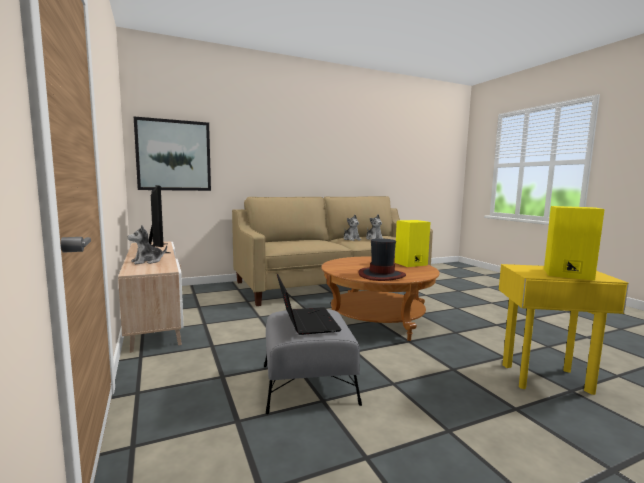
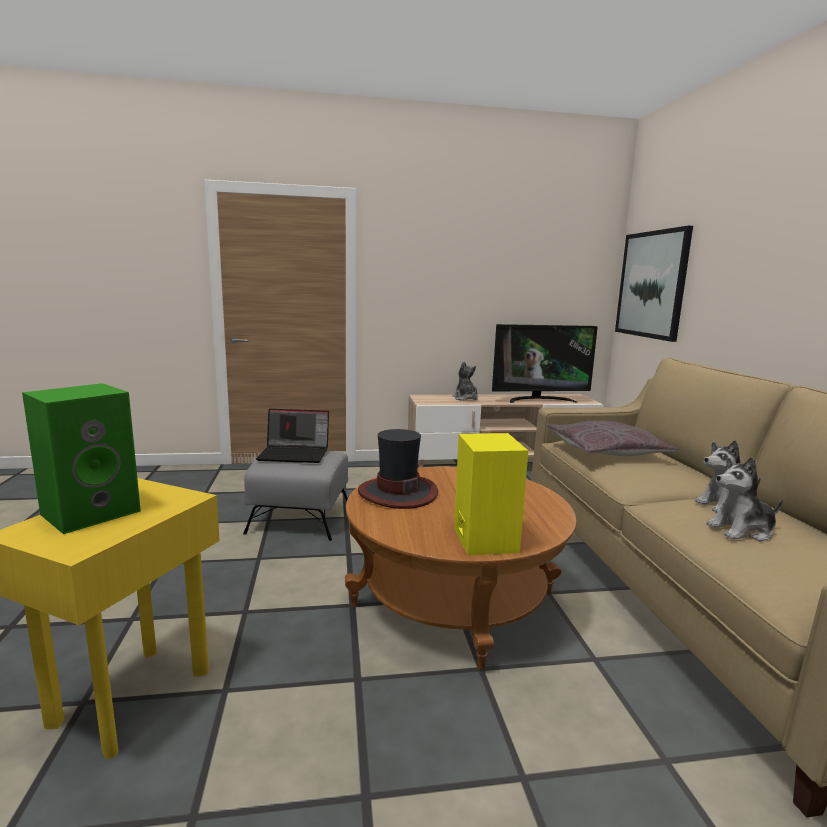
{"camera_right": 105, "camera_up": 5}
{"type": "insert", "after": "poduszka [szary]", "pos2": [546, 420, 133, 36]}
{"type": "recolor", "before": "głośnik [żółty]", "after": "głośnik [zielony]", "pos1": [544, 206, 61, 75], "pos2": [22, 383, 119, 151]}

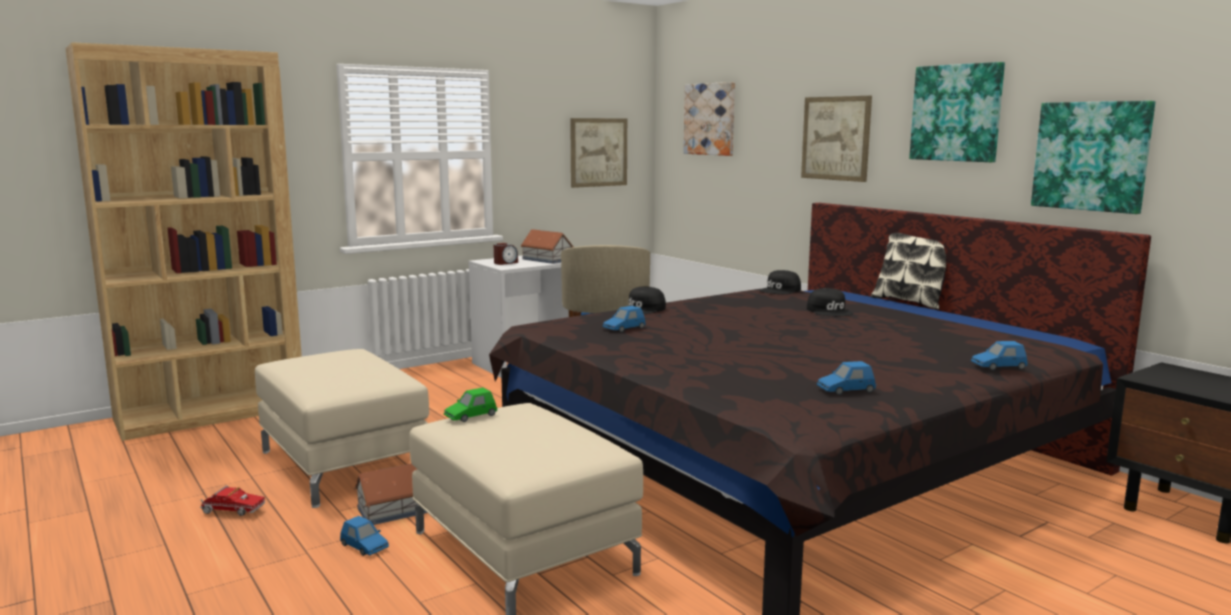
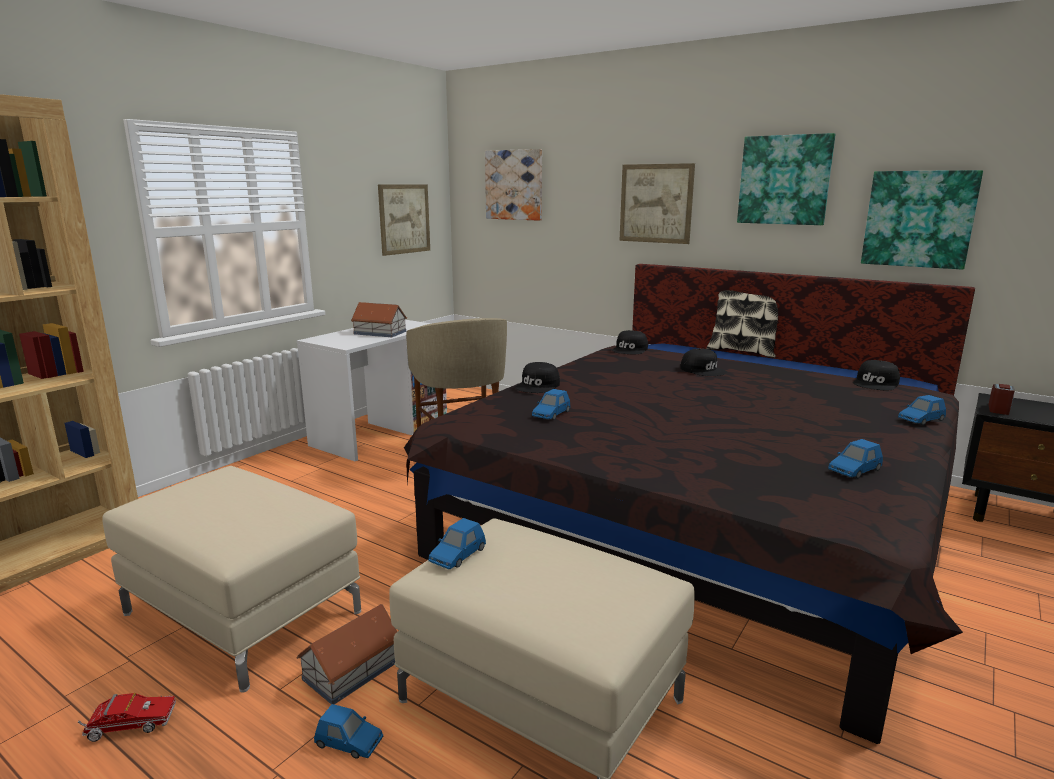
{"camera_right": -20, "camera_up": 5}
{"type": "insert", "after": "czapka z daszkiem [czarny]", "pos2": [853, 360, 47, 30]}
{"type": "move", "before": "budzik", "pos1": [494, 243, 24, 22], "pos2": [988, 384, 27, 31]}
{"type": "recolor", "before": "samochodzik [zielony]", "after": "samochodzik [niebieski]", "pos1": [444, 388, 53, 34], "pos2": [429, 518, 57, 51]}

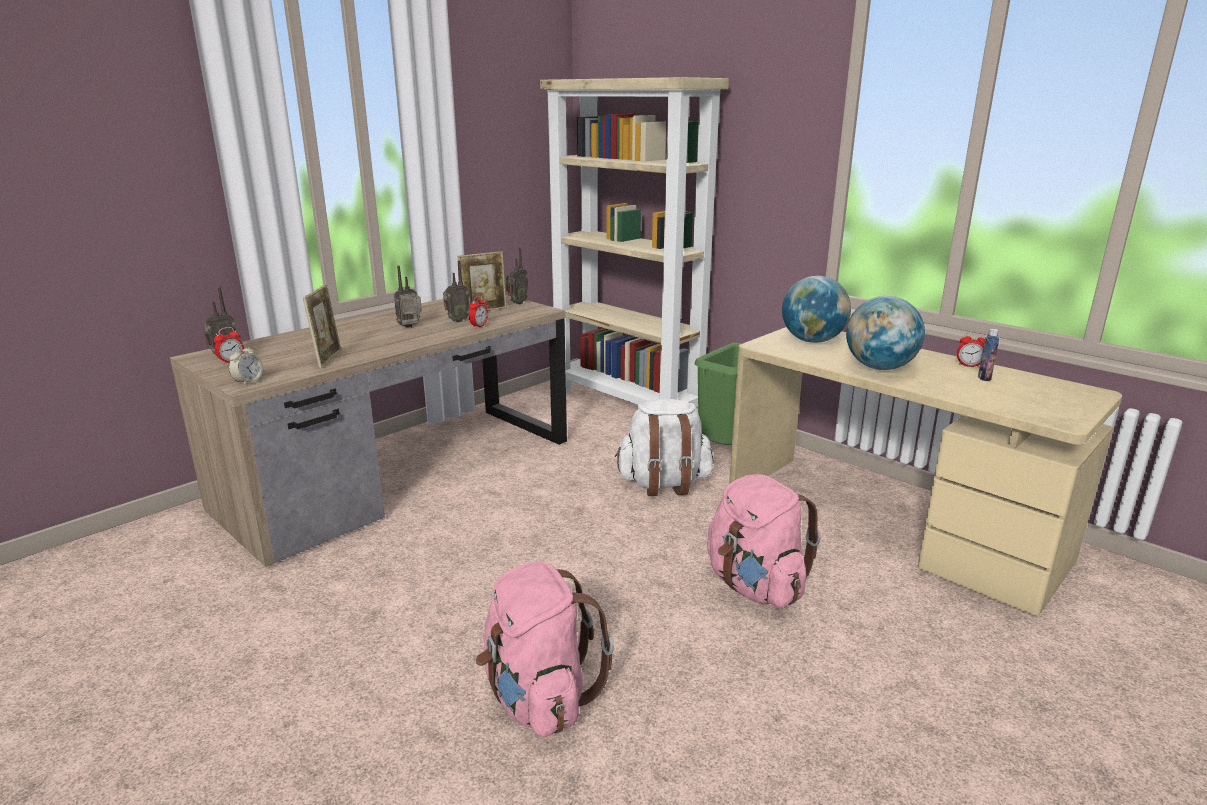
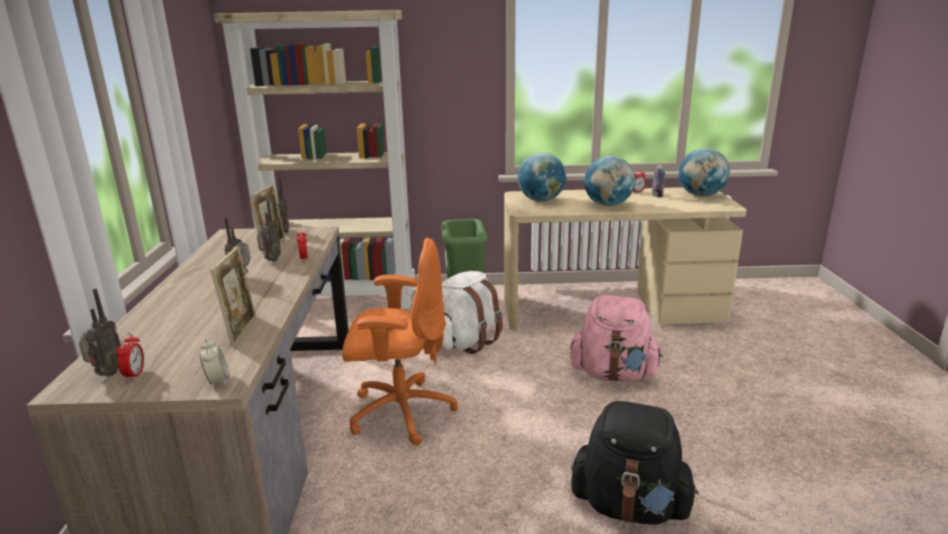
{"camera_right": -45, "camera_up": 0}
{"type": "insert", "after": "krzesło biurowe [pomarańczowy]", "pos2": [342, 238, 116, 208]}
{"type": "insert", "after": "globus", "pos2": [679, 148, 51, 49]}
{"type": "recolor", "before": "plecak [różowy]", "after": "plecak [czarny]", "pos1": [476, 562, 138, 175], "pos2": [571, 401, 128, 124]}
{"type": "rotate", "before": "ramka na zdjęcie", "pos1": [303, 284, 38, 85], "pos2": [211, 246, 45, 100], "turn": 45}

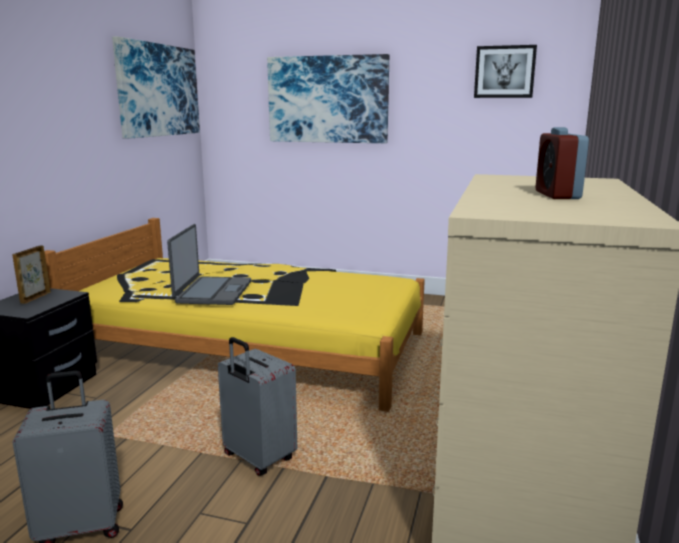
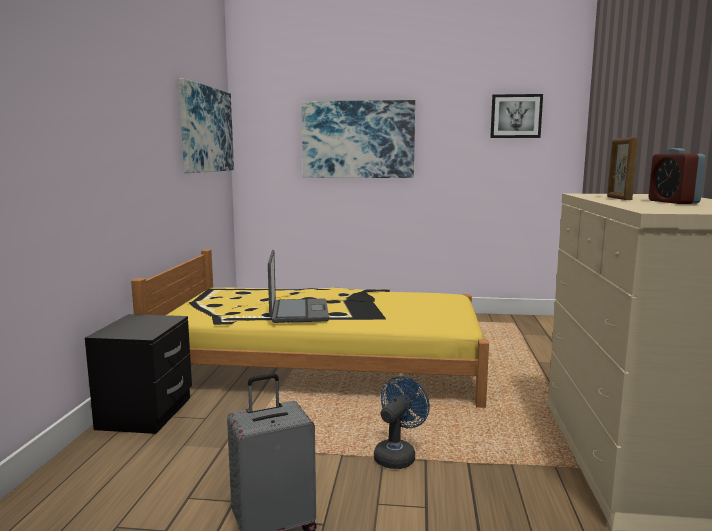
{"camera_right": -10, "camera_up": -5}
{"type": "move", "before": "ramka na zdjęcie", "pos1": [12, 245, 39, 59], "pos2": [607, 137, 31, 63]}
{"type": "replace", "before": "walizka [szary]", "after": "wentylator [niebieski]", "pos1": [218, 337, 79, 139], "pos2": [374, 376, 56, 93]}

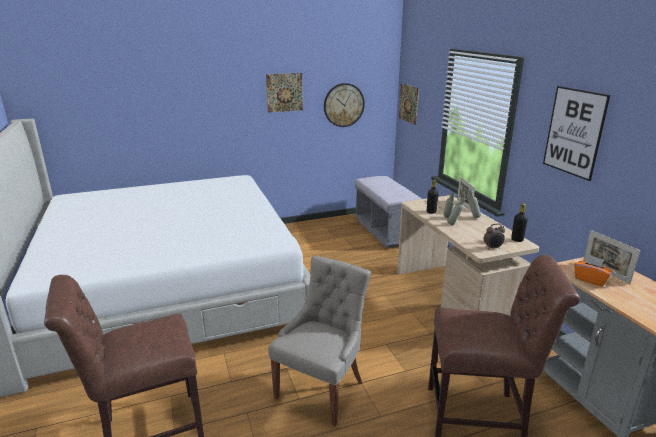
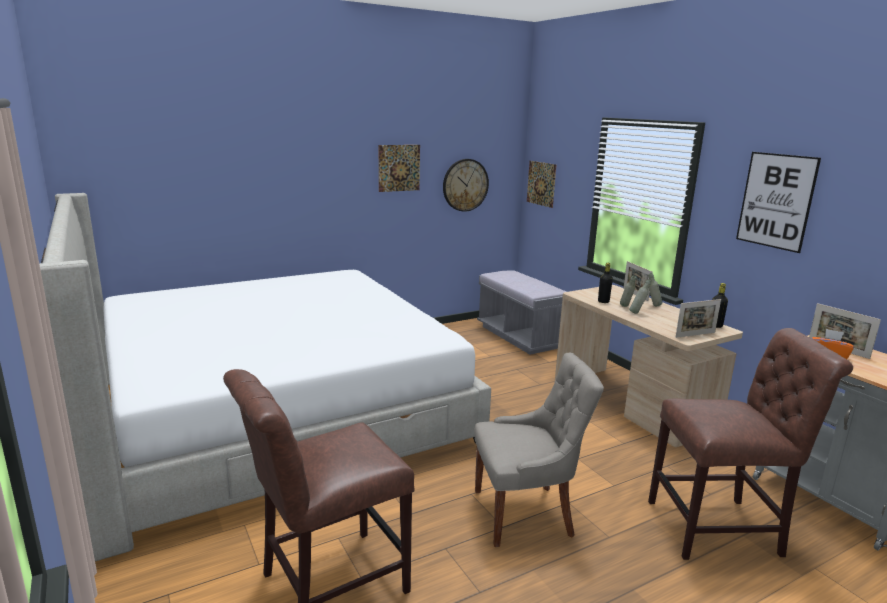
{"camera_right": -10, "camera_up": -5}
{"type": "replace", "before": "budzik", "after": "ramka na zdjęcie", "pos1": [484, 224, 21, 26], "pos2": [676, 299, 45, 39]}
{"type": "rotate", "before": "krzesło [szary]", "pos1": [268, 256, 103, 170], "pos2": [474, 353, 130, 194], "turn": 60}

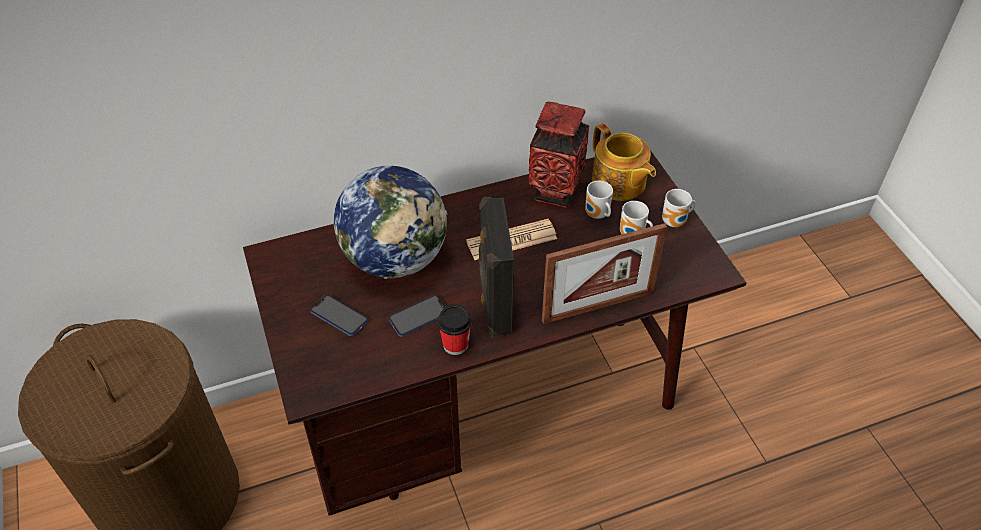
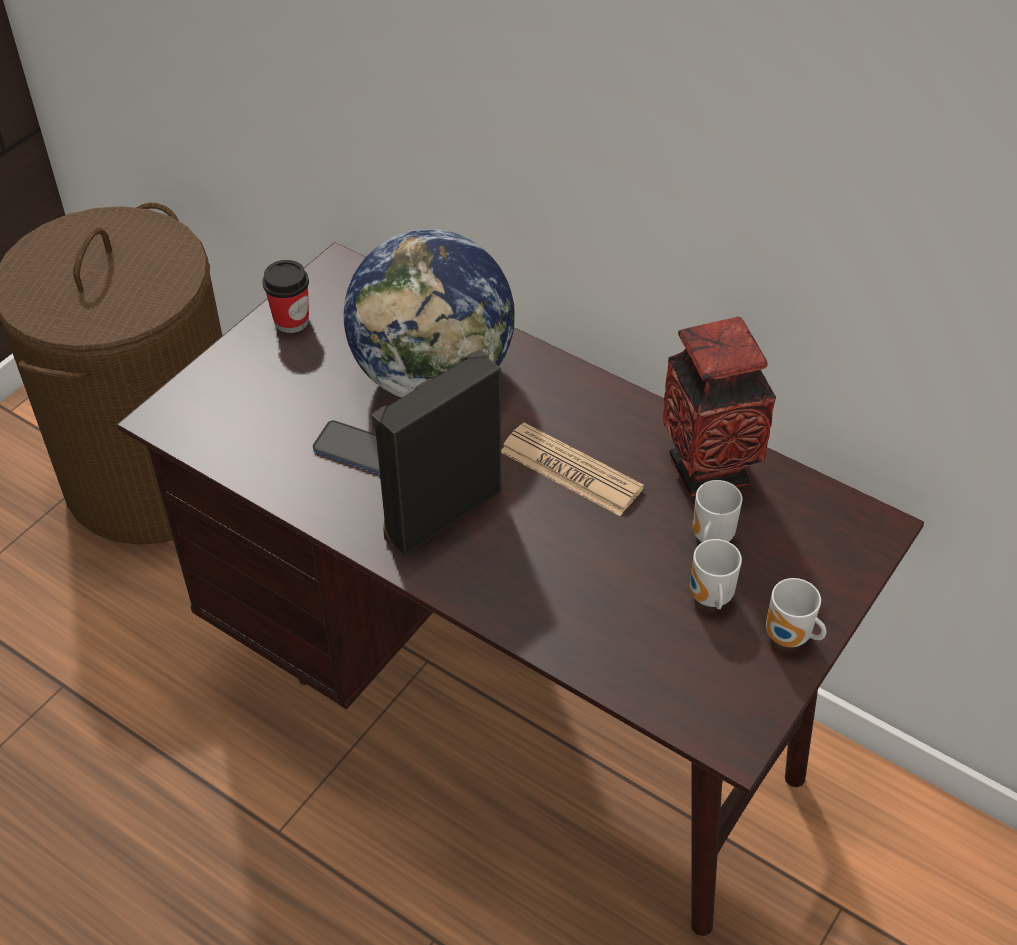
{"camera_right": 55, "camera_up": 0}
{"type": "delete", "before": "telefon", "pos1": [310, 295, 58, 41]}
{"type": "delete", "before": "ramka na zdjęcie", "pos1": [542, 223, 125, 101]}
{"type": "delete", "before": "imbryk", "pos1": [592, 123, 64, 78]}
{"type": "move", "before": "filiżanka", "pos1": [438, 304, 34, 51], "pos2": [262, 260, 47, 73]}

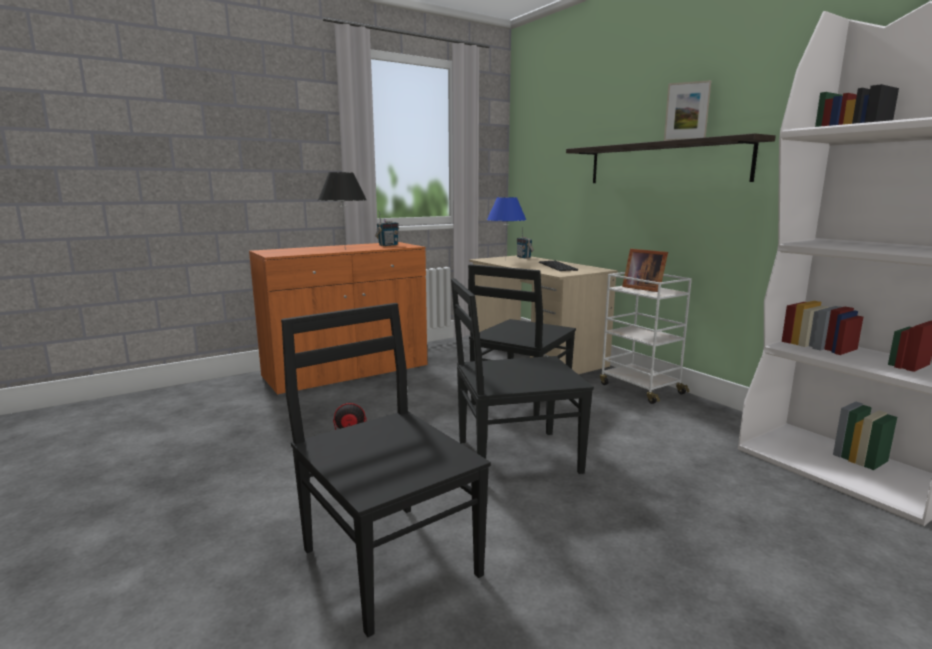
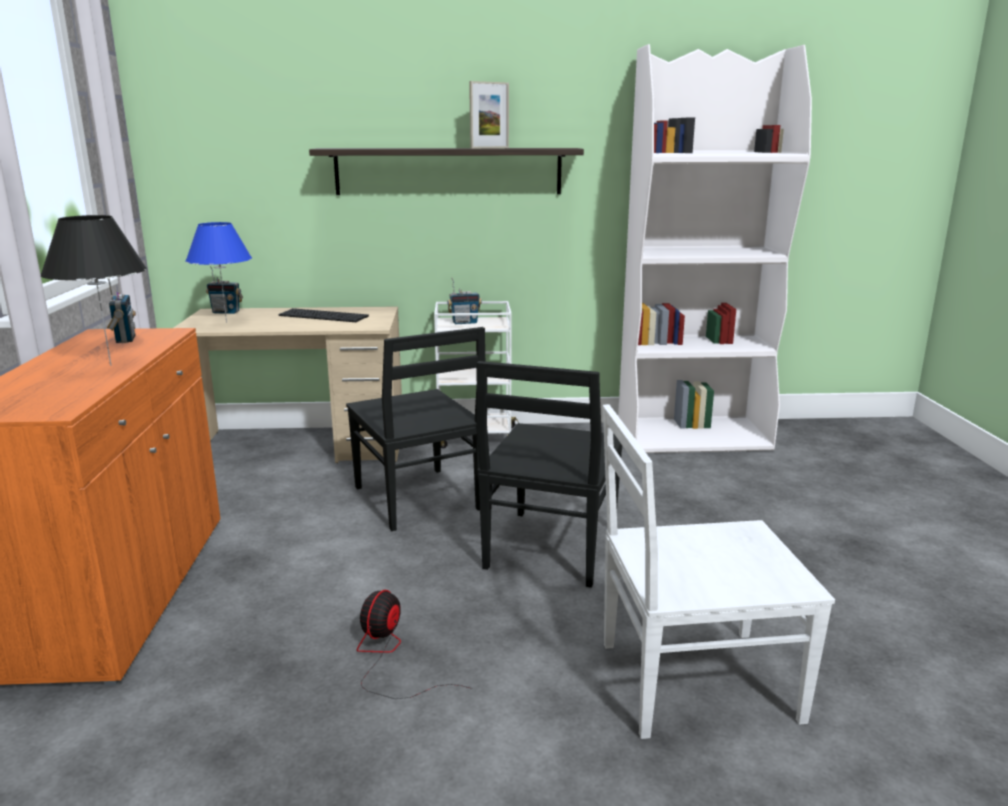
{"camera_right": -60, "camera_up": 5}
{"type": "replace", "before": "ramka na zdjęcie", "after": "radio", "pos1": [622, 249, 46, 43], "pos2": [447, 278, 35, 46]}
{"type": "recolor", "before": "krzesło [czarny]", "after": "krzesło [biały]", "pos1": [281, 303, 210, 334], "pos2": [603, 404, 232, 335]}

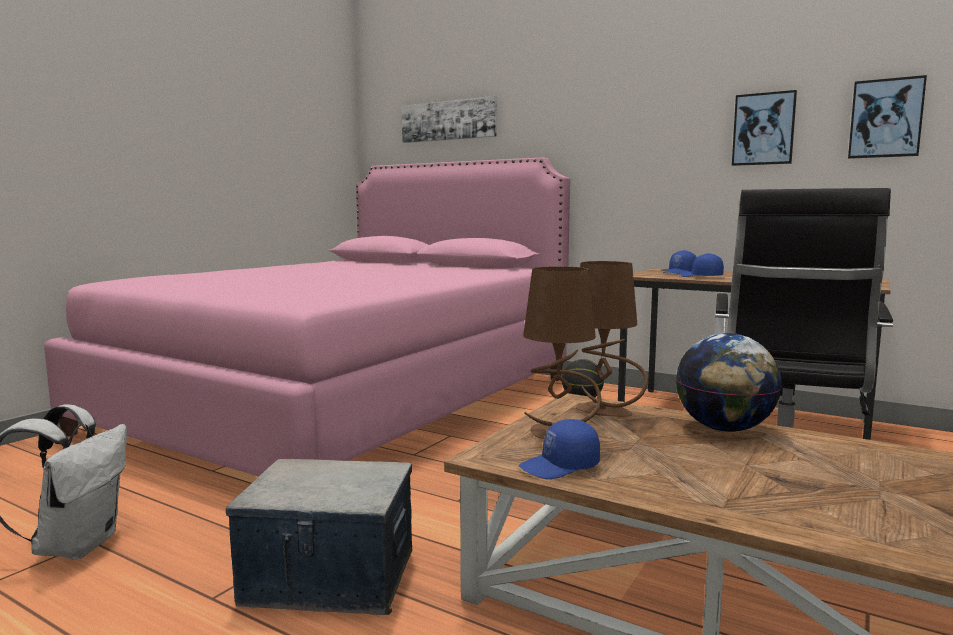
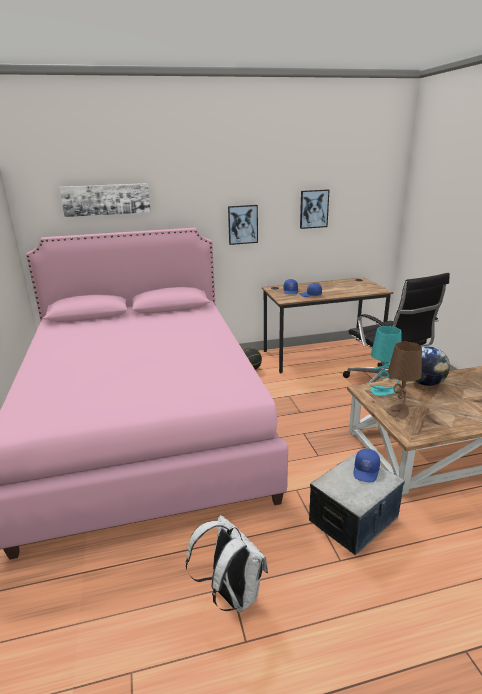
{"camera_right": -45, "camera_up": 15}
{"type": "move", "before": "czapka z daszkiem [niebieski]", "pos1": [519, 419, 81, 60], "pos2": [354, 449, 26, 33]}
{"type": "move", "before": "obraz", "pos1": [848, 75, 79, 84], "pos2": [228, 205, 30, 40]}
{"type": "recolor", "before": "lampa stołowa [brązowy]", "after": "lampa stołowa [turkusowy]", "pos1": [576, 261, 72, 156], "pos2": [369, 326, 32, 70]}

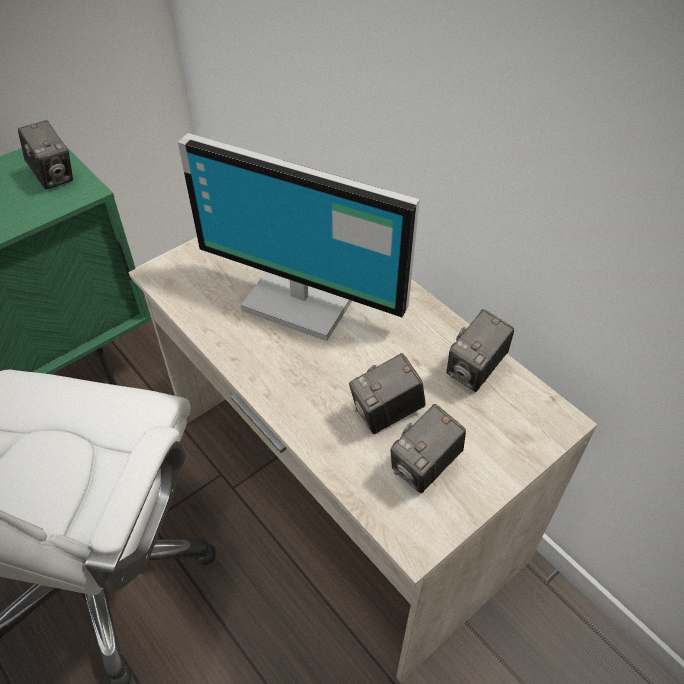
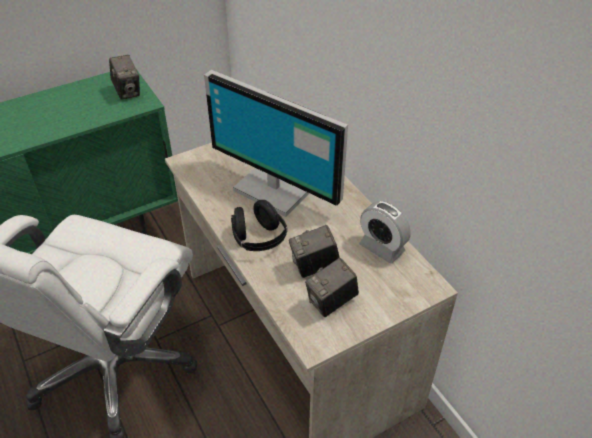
{"camera_right": 10, "camera_up": -5}
{"type": "insert", "after": "słuchawki [czarny]", "pos2": [231, 200, 56, 51]}
{"type": "replace", "before": "aparat fotograficzny", "after": "budzik", "pos1": [446, 309, 68, 83], "pos2": [359, 201, 52, 62]}

